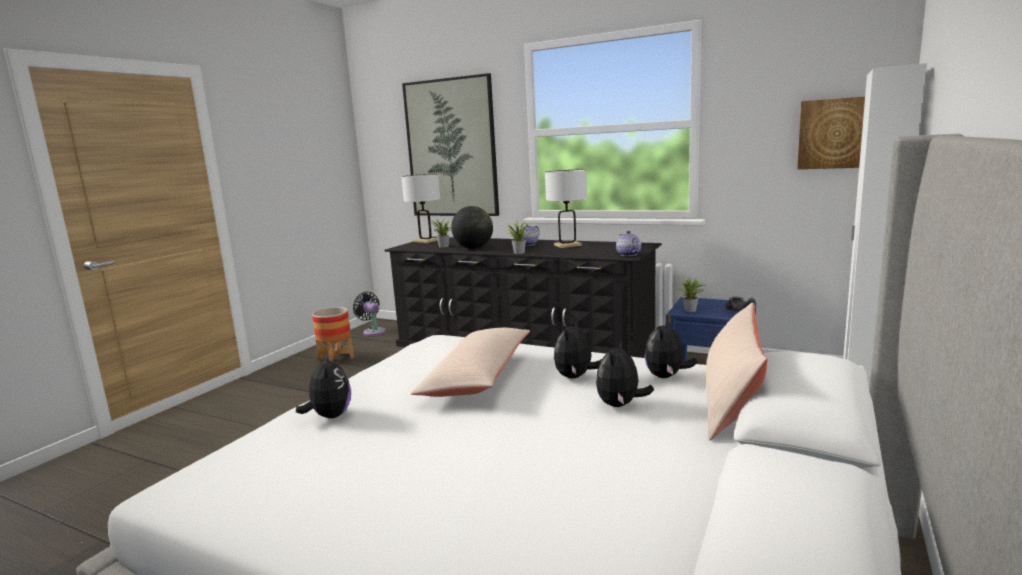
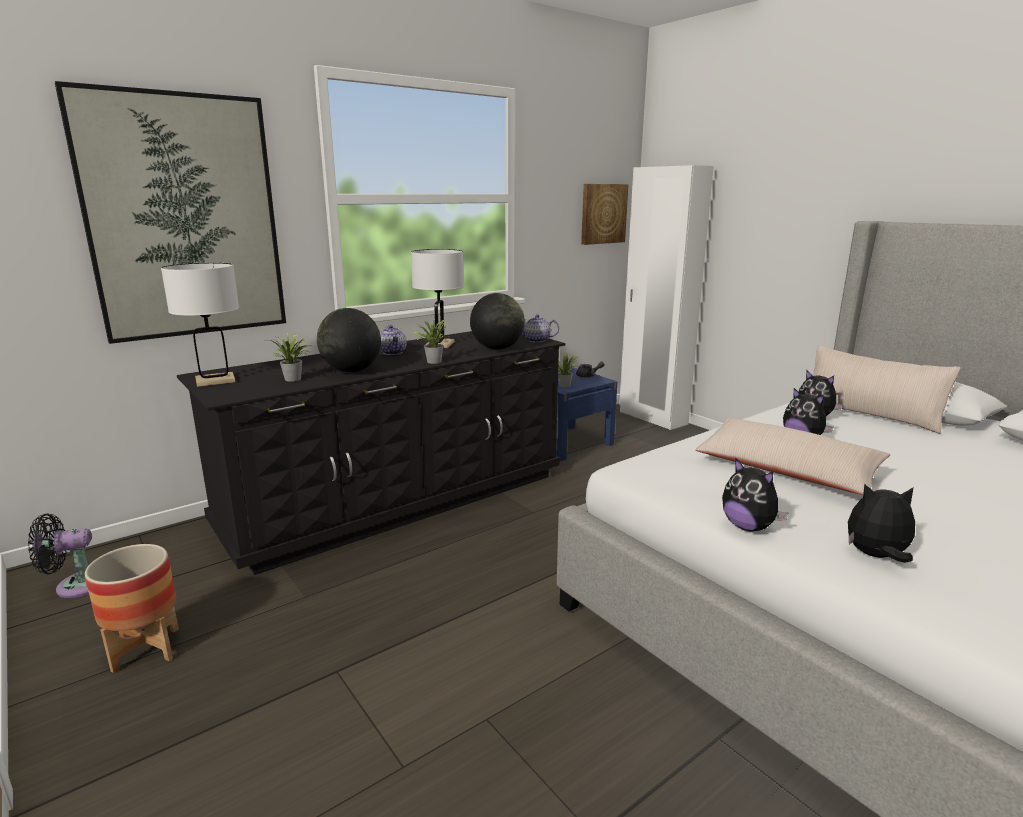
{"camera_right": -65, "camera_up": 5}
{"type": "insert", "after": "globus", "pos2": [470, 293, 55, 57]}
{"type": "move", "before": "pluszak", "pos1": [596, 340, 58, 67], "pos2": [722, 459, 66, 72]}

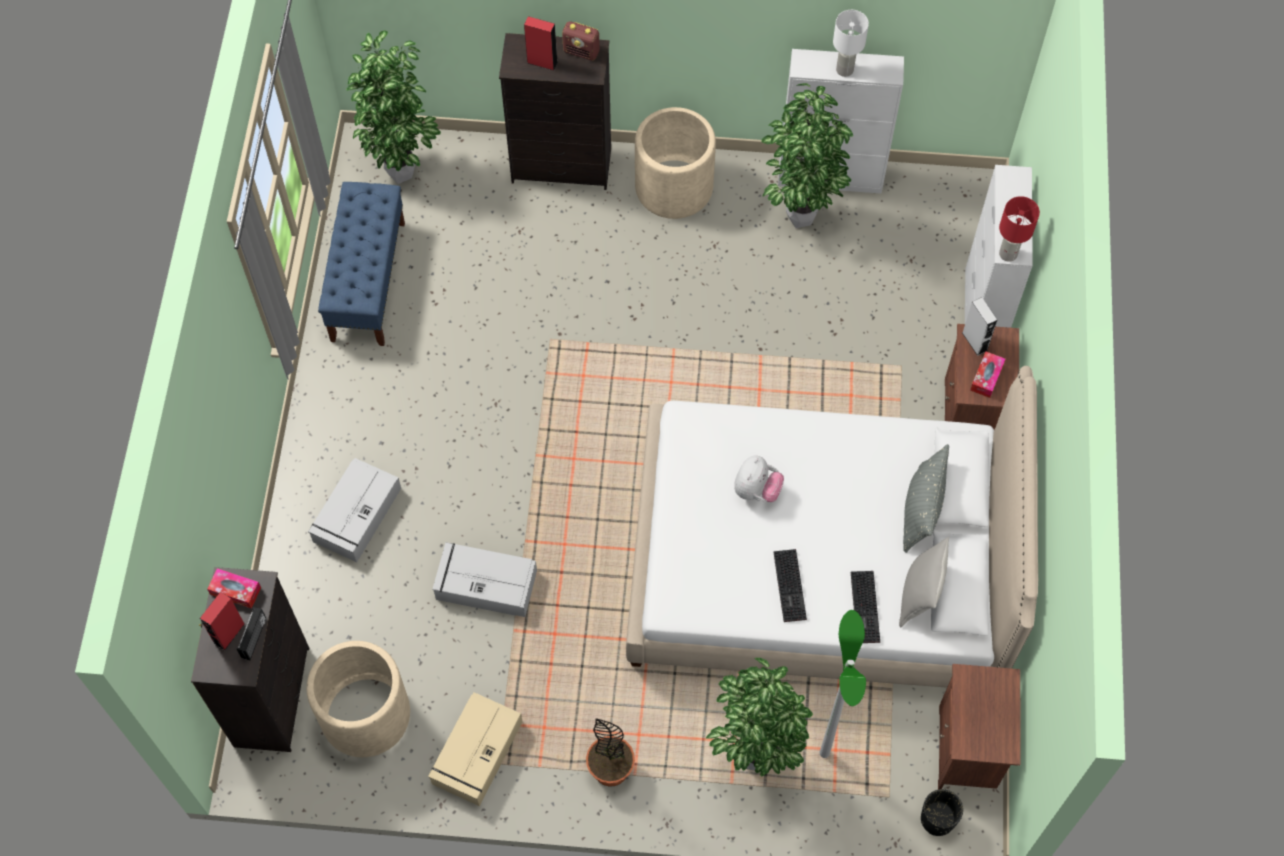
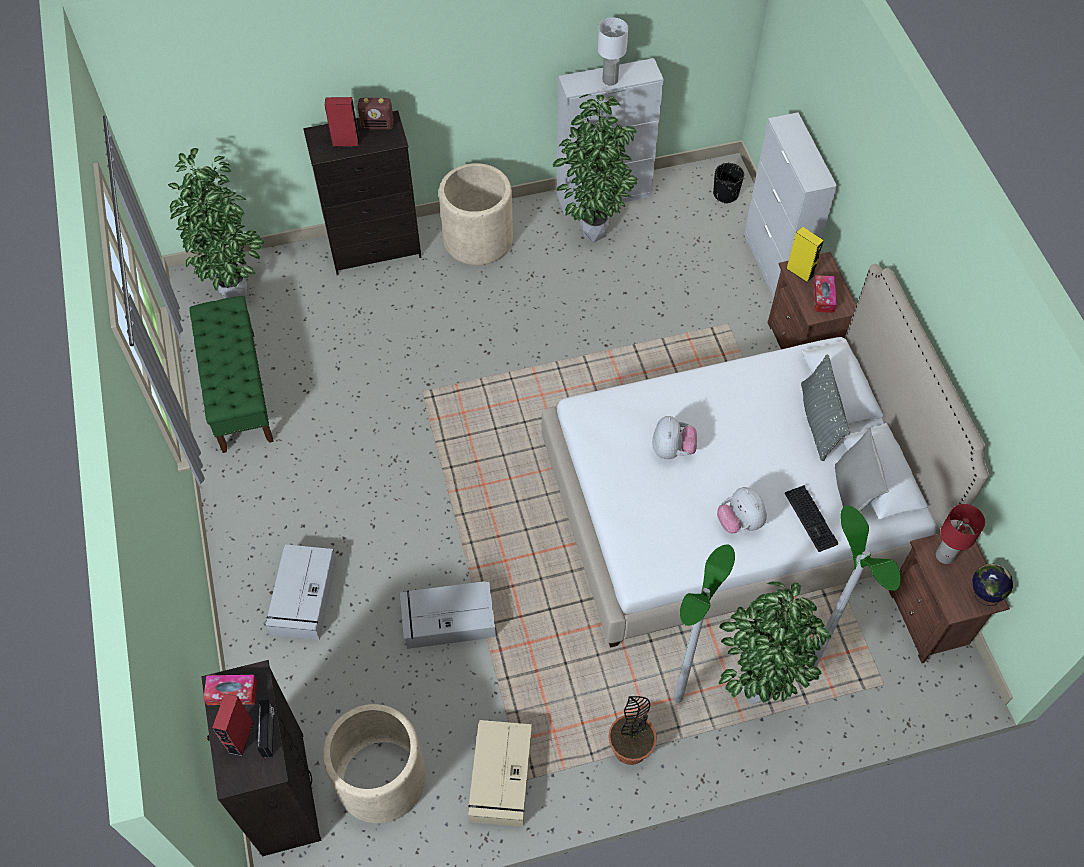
{"camera_right": -20, "camera_up": -5}
{"type": "insert", "after": "lampa stojąca", "pos2": [673, 545, 62, 158]}
{"type": "insert", "after": "globus", "pos2": [972, 563, 41, 43]}
{"type": "move", "before": "donica [czarny]", "pos1": [921, 789, 42, 47], "pos2": [713, 163, 31, 41]}
{"type": "move", "before": "lampa stołowa [czerwony]", "pos1": [999, 196, 41, 66], "pos2": [936, 504, 49, 60]}
{"type": "replace", "before": "klawiatura", "after": "pluszak", "pos1": [773, 549, 34, 73], "pos2": [717, 487, 50, 46]}
{"type": "recolor", "before": "ławka [niebieski]", "after": "ławka [zielony]", "pos1": [318, 182, 87, 164], "pos2": [189, 296, 85, 157]}
{"type": "recolor", "before": "głośnik [szary]", "after": "głośnik [żółty]", "pos1": [962, 297, 35, 59], "pos2": [786, 227, 38, 56]}

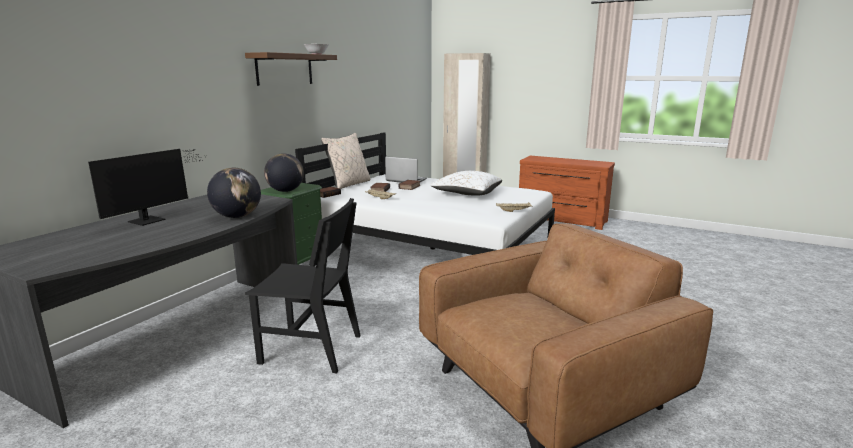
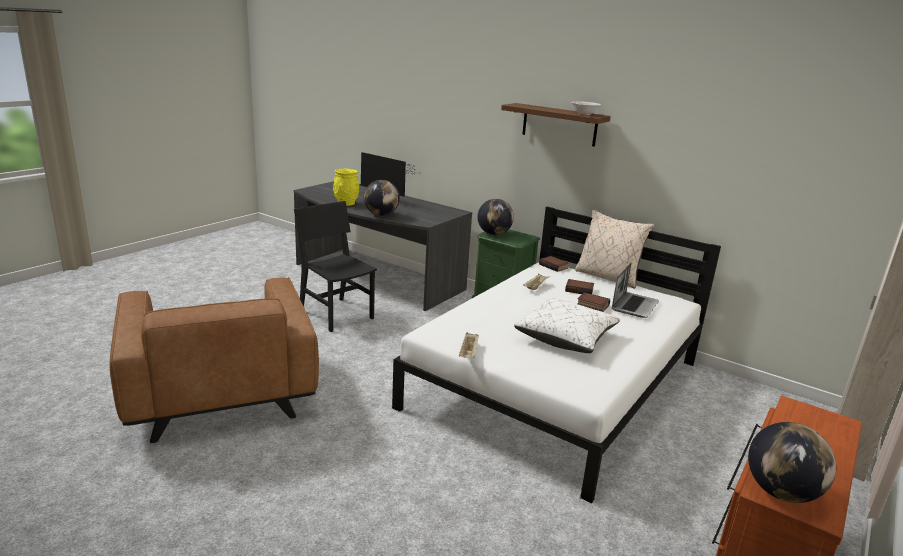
{"camera_right": 95, "camera_up": 5}
{"type": "insert", "after": "wazon [żółty]", "pos2": [333, 169, 26, 37]}
{"type": "insert", "after": "globus", "pos2": [748, 422, 88, 81]}
{"type": "rotate", "before": "krzesło [czarny]", "pos1": [245, 198, 116, 175], "pos2": [294, 201, 83, 131], "turn": 120}

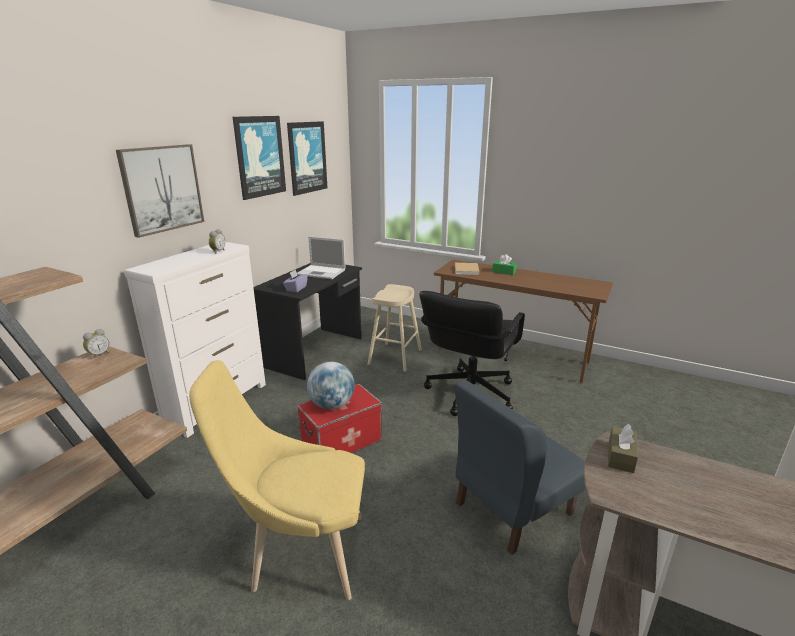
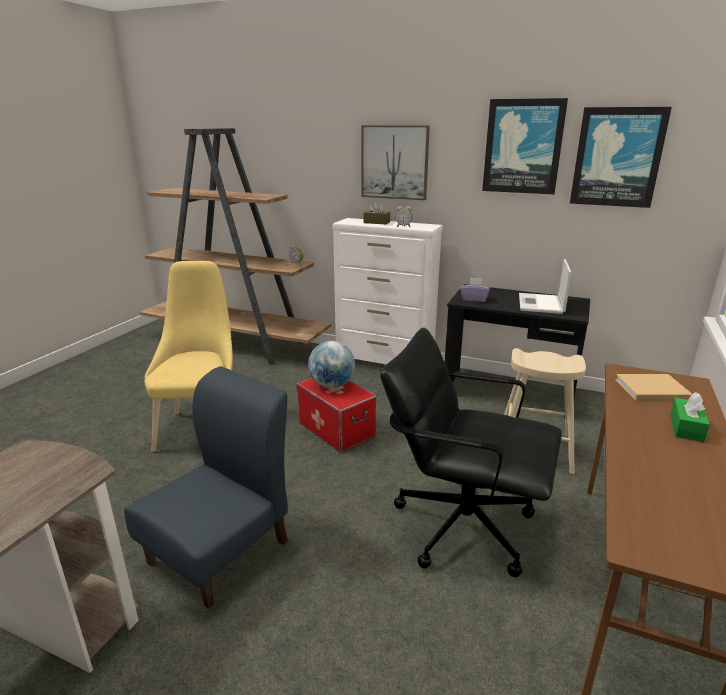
{"camera_right": 85, "camera_up": 0}
{"type": "move", "before": "pudełko chusteczek [brązowy]", "pos1": [608, 424, 30, 49], "pos2": [364, 201, 26, 24]}
{"type": "rotate", "before": "krzesło [niebieski]", "pos1": [454, 381, 132, 174], "pos2": [124, 366, 164, 243], "turn": 75}

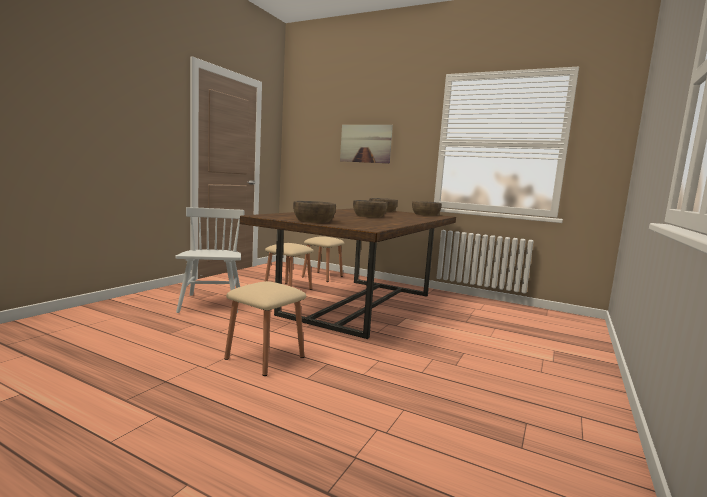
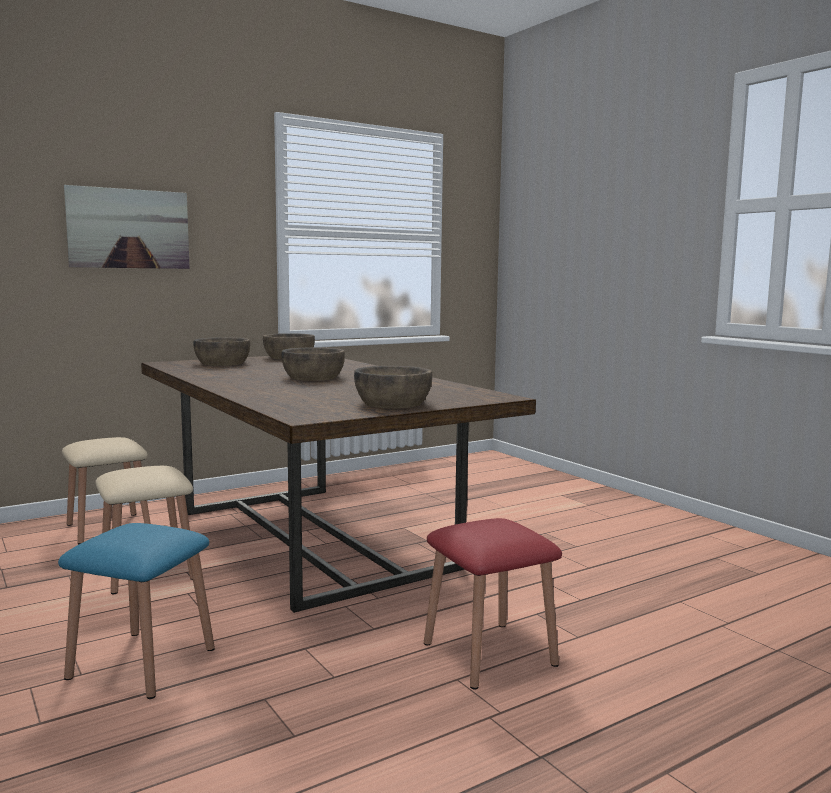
{"camera_right": -60, "camera_up": 0}
{"type": "replace", "before": "krzesło [biały]", "after": "stołek [niebieski]", "pos1": [175, 207, 69, 106], "pos2": [58, 523, 157, 176]}
{"type": "recolor", "before": "stołek [beżowy]", "after": "stołek [czerwony]", "pos1": [224, 281, 82, 95], "pos2": [424, 518, 138, 171]}

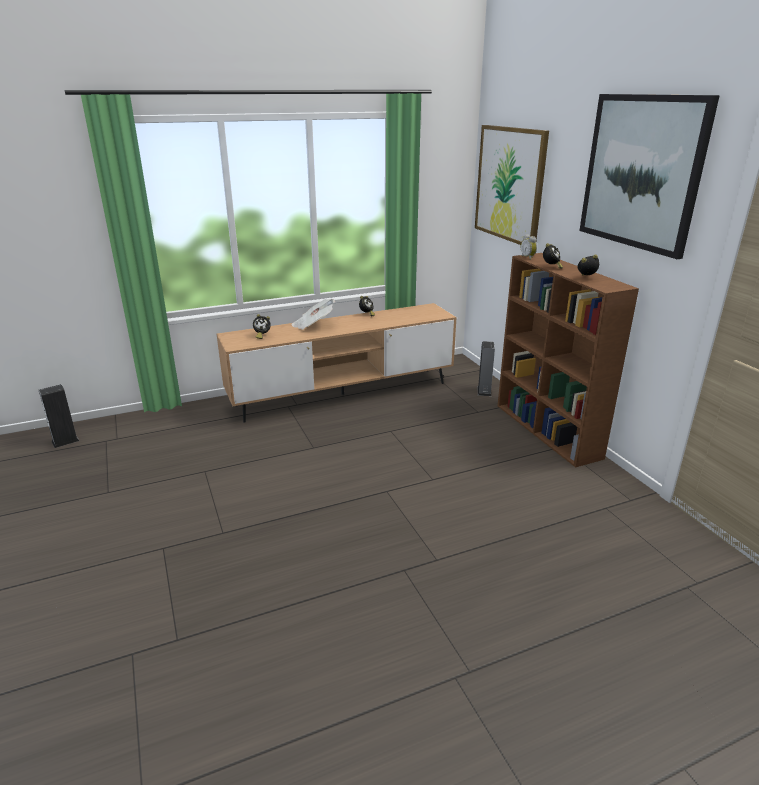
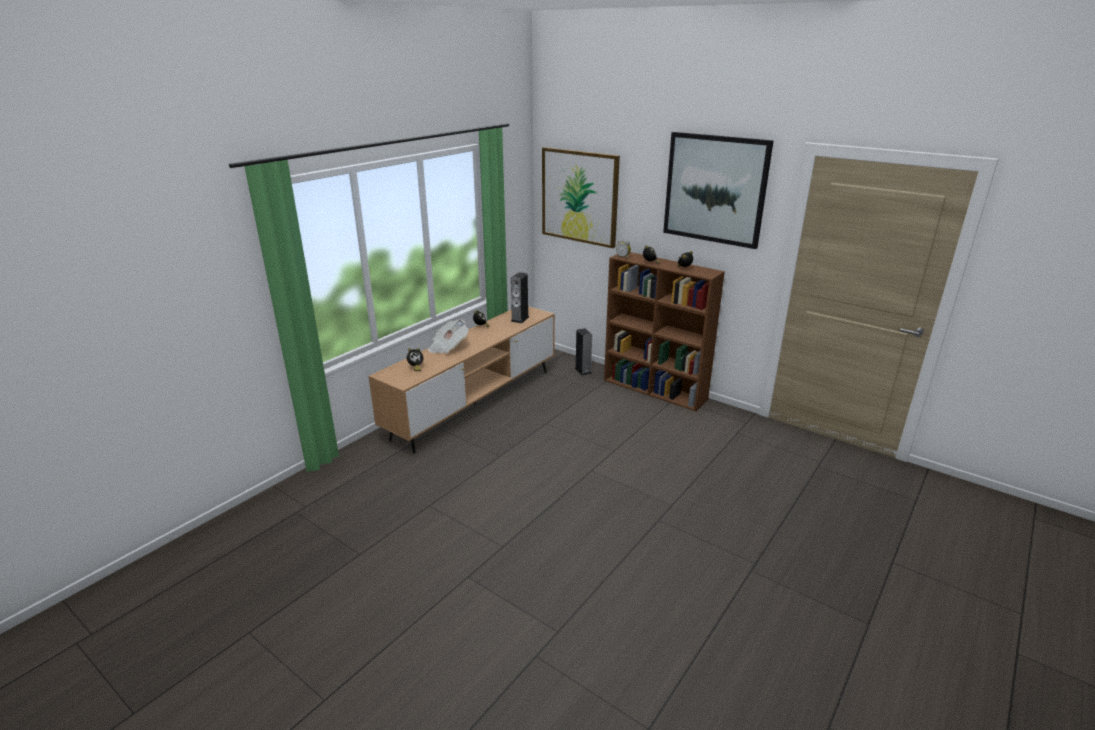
{"camera_right": -30, "camera_up": 0}
{"type": "move", "before": "głośnik", "pos1": [39, 384, 40, 64], "pos2": [511, 272, 18, 51]}

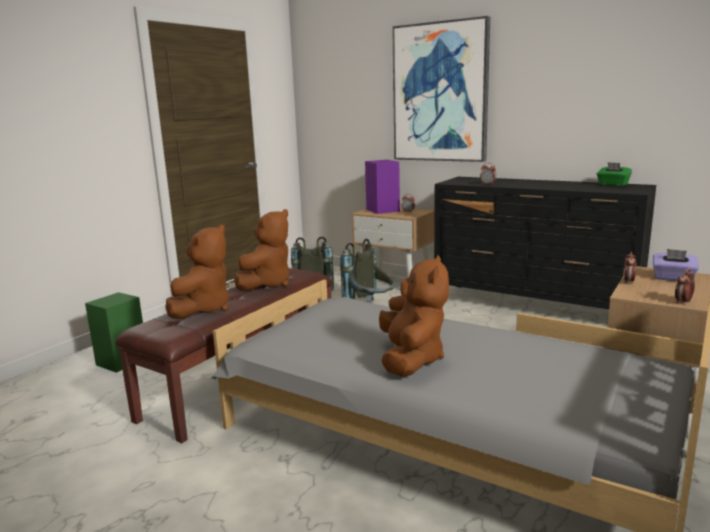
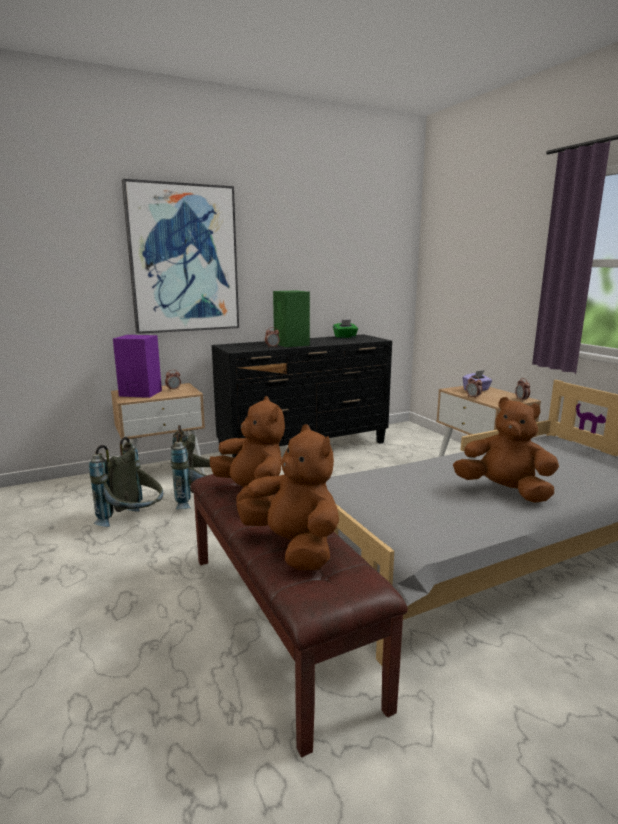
{"camera_right": -60, "camera_up": 0}
{"type": "move", "before": "głośnik [zielony]", "pos1": [85, 292, 58, 81], "pos2": [273, 290, 37, 57]}

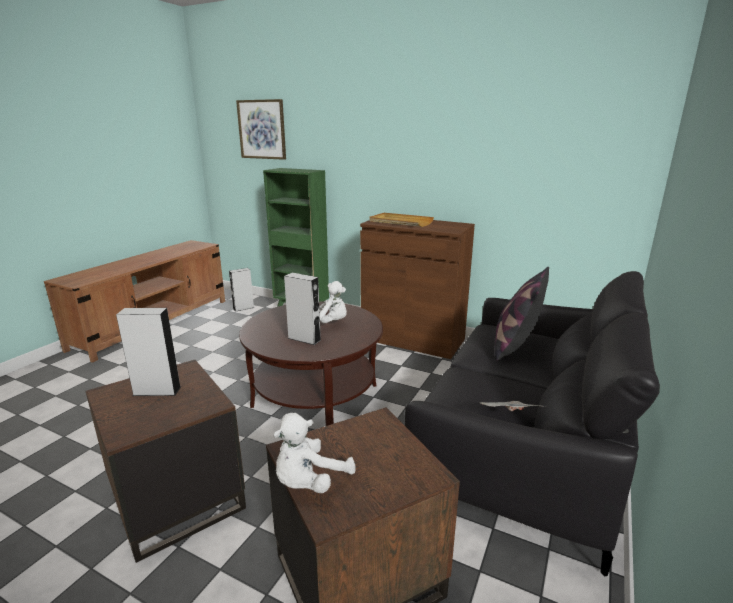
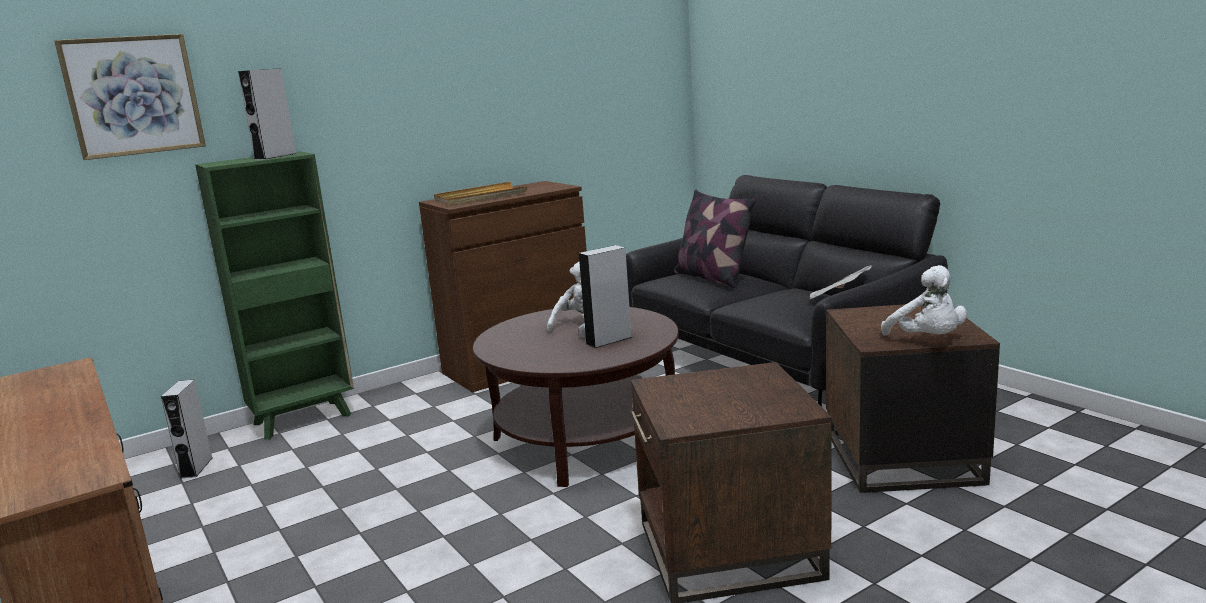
{"camera_right": -60, "camera_up": -5}
{"type": "move", "before": "głośnik [szary]", "pos1": [116, 308, 65, 88], "pos2": [238, 68, 58, 92]}

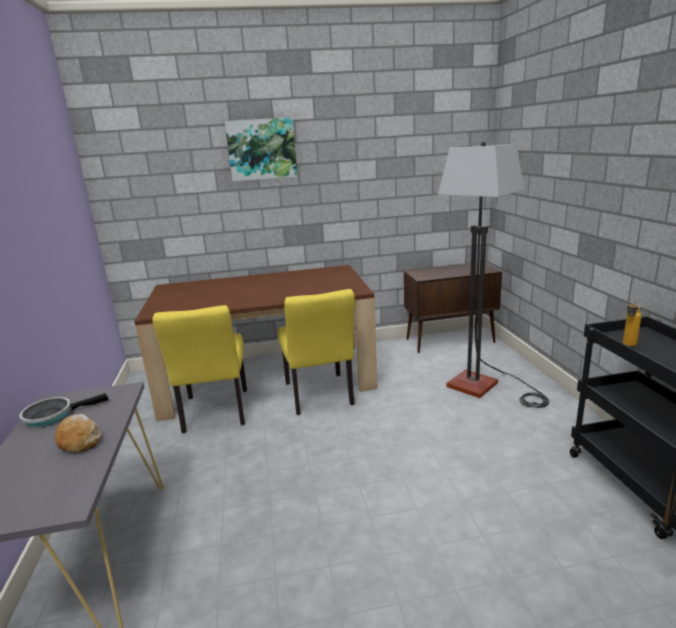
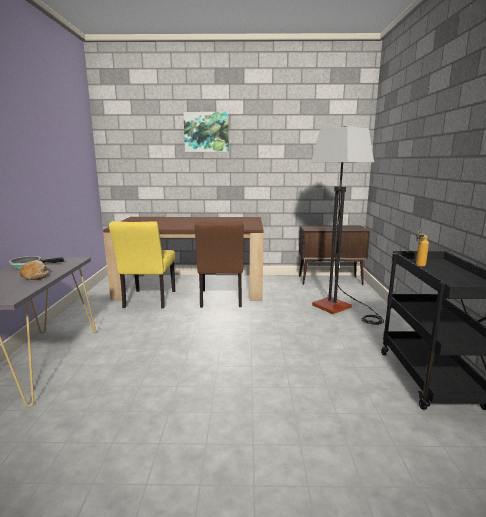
{"camera_right": 10, "camera_up": -5}
{"type": "recolor", "before": "krzesło [żółty]", "after": "krzesło [brązowy]", "pos1": [278, 289, 77, 126], "pos2": [195, 221, 49, 87]}

